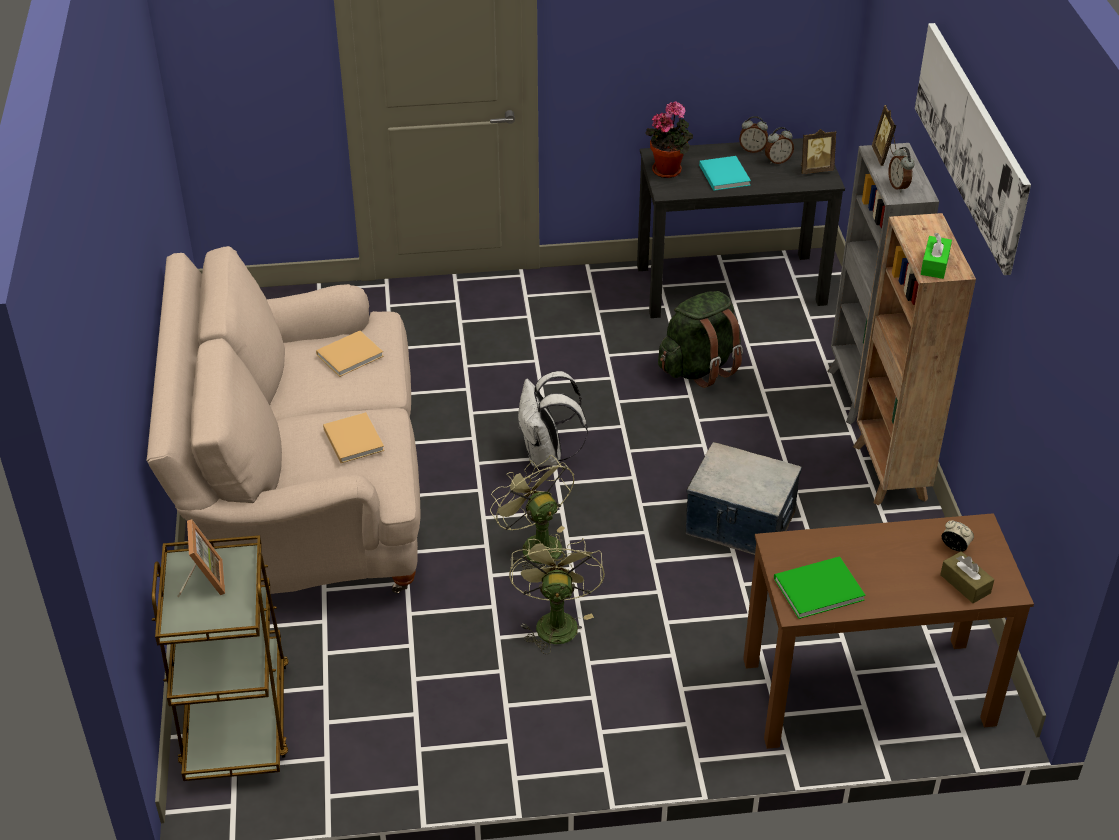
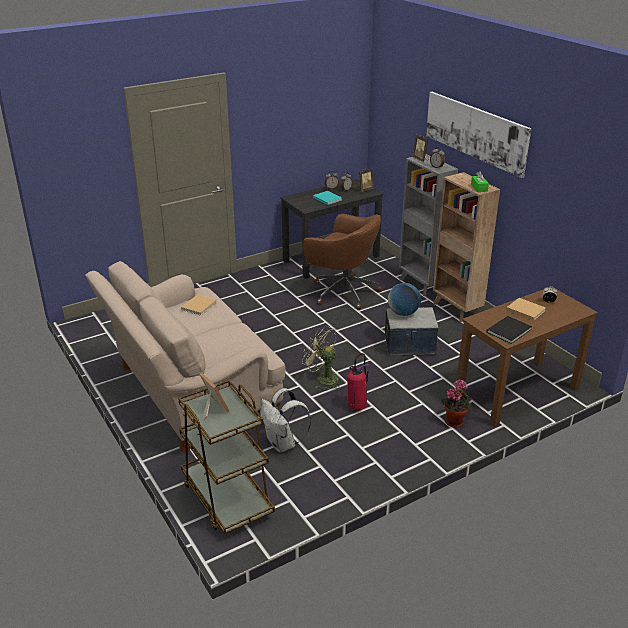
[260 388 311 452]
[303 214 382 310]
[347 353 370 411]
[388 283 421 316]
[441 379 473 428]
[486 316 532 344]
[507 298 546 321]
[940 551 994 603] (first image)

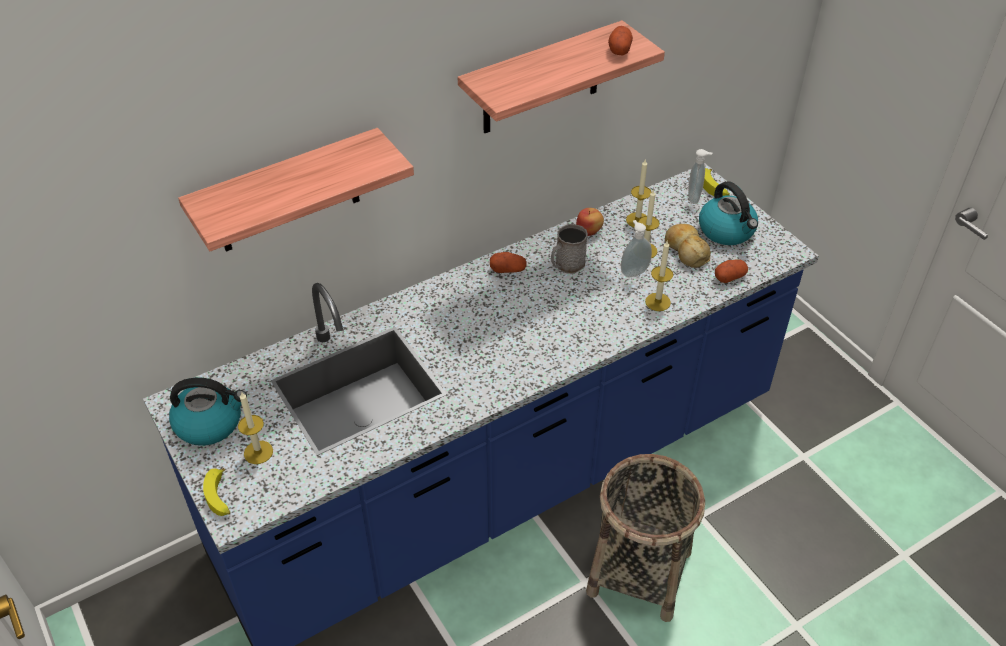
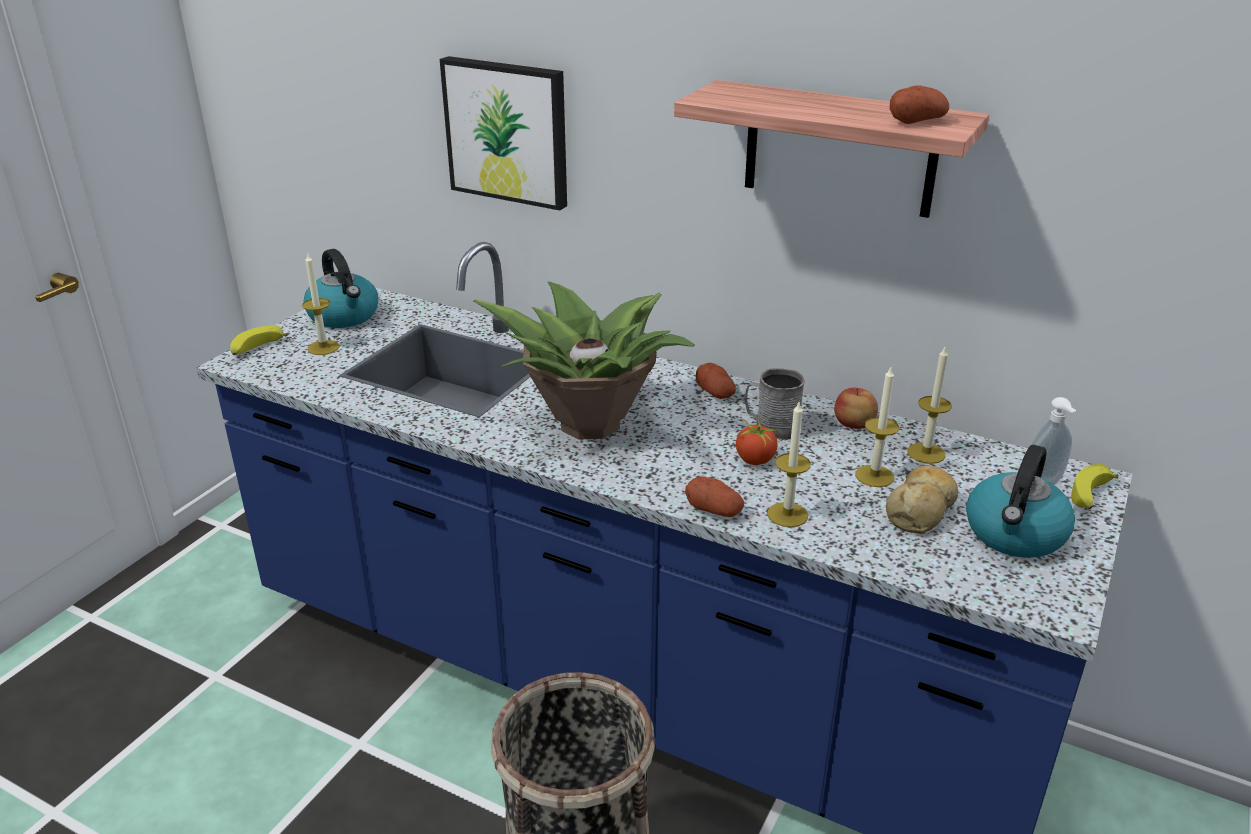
[440 56 567 210]
[473 282 695 440]
[685 476 744 517]
[736 415 778 465]
[621 220 652 277] (first image)

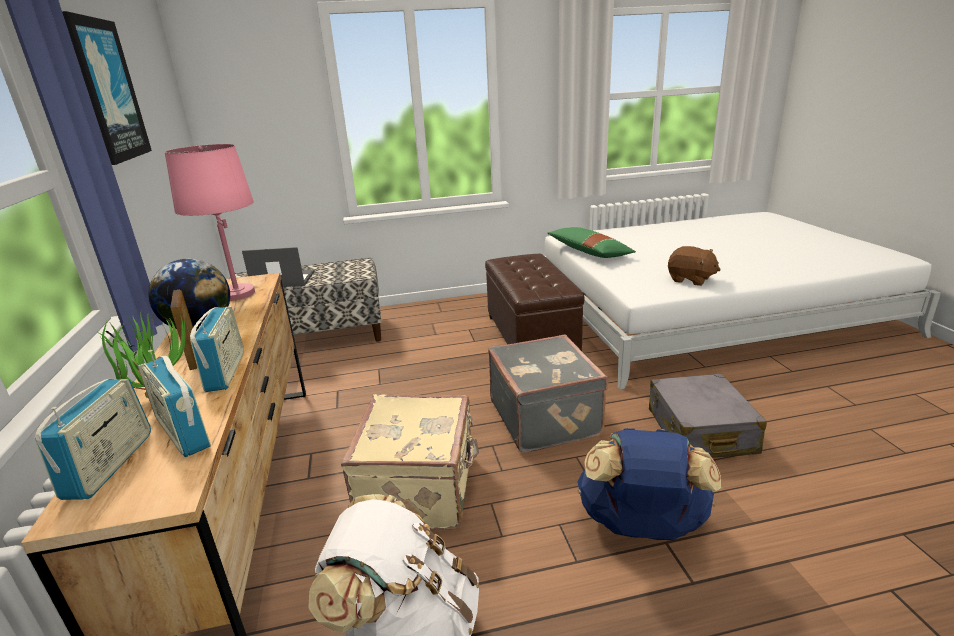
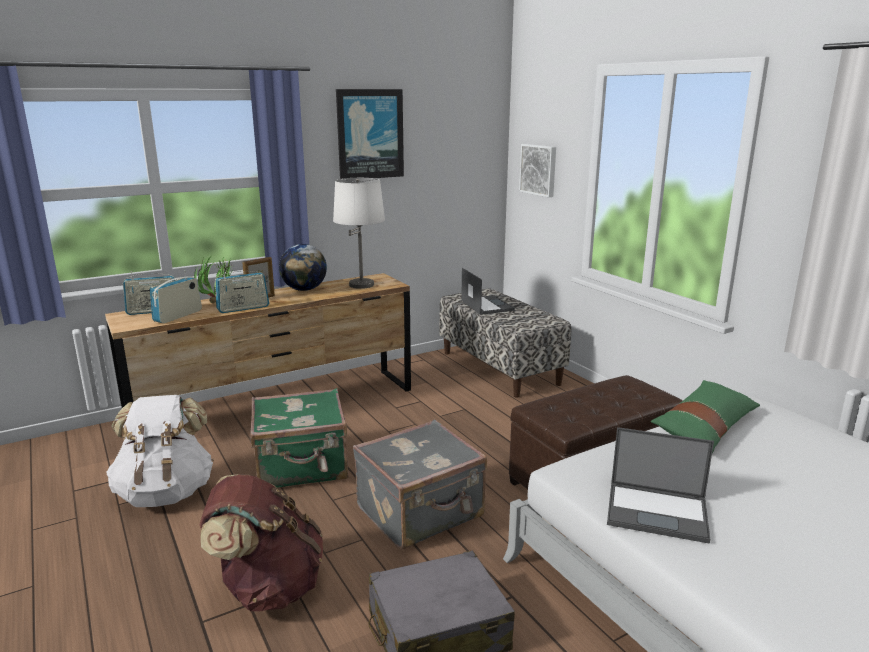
[199 474 323 611]
[250 388 348 487]
[333 178 385 289]
[519 144 556 197]
[607 427 714 544]

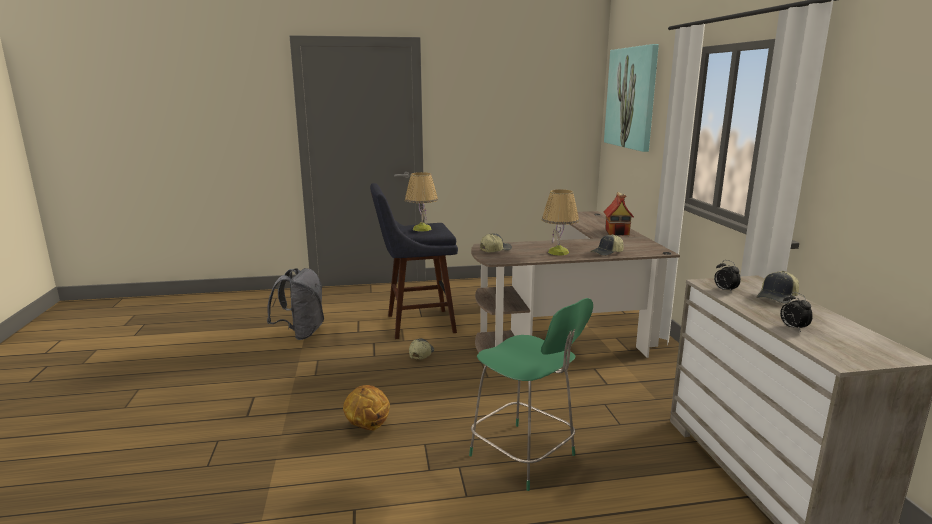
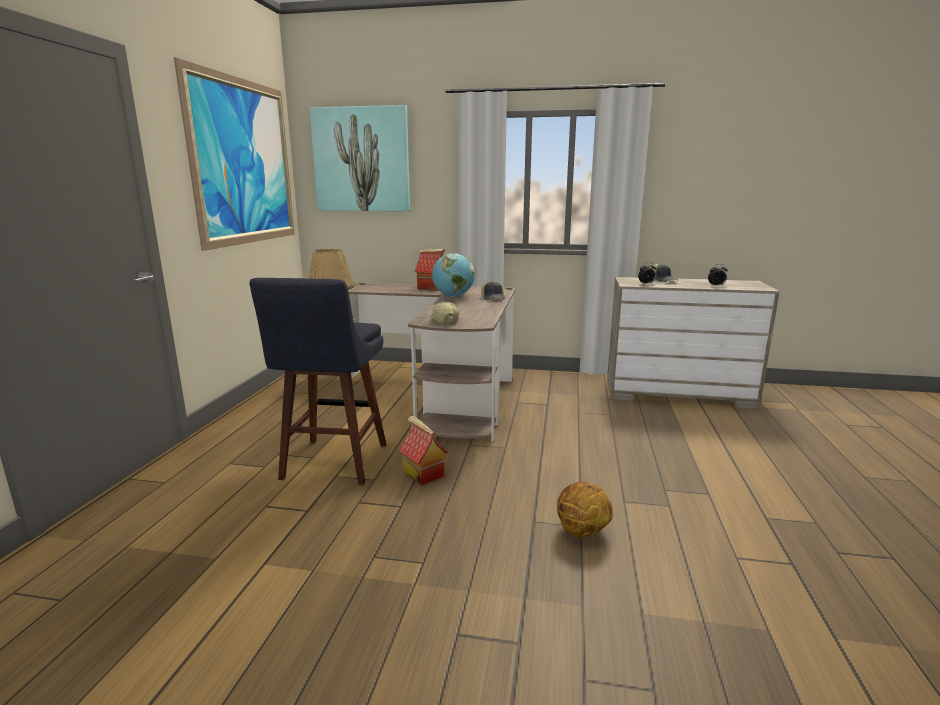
[174 57 295 251]
[399 416 448 485]
[432 253 475 297]
[267 268 324 340] (first image)
[469 298 593 491] (first image)
[542 189 579 256] (first image)

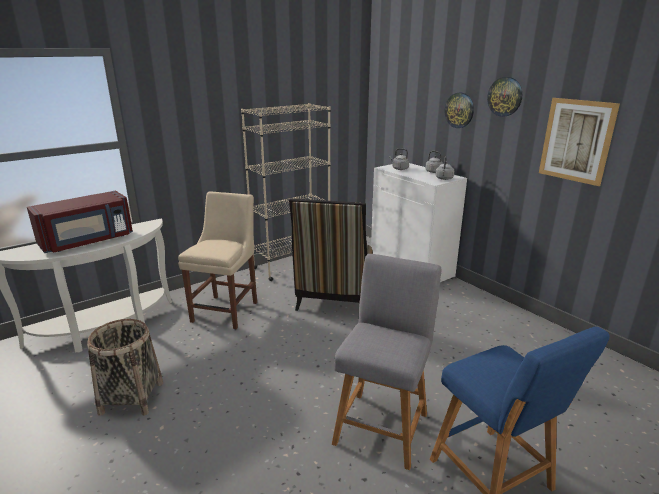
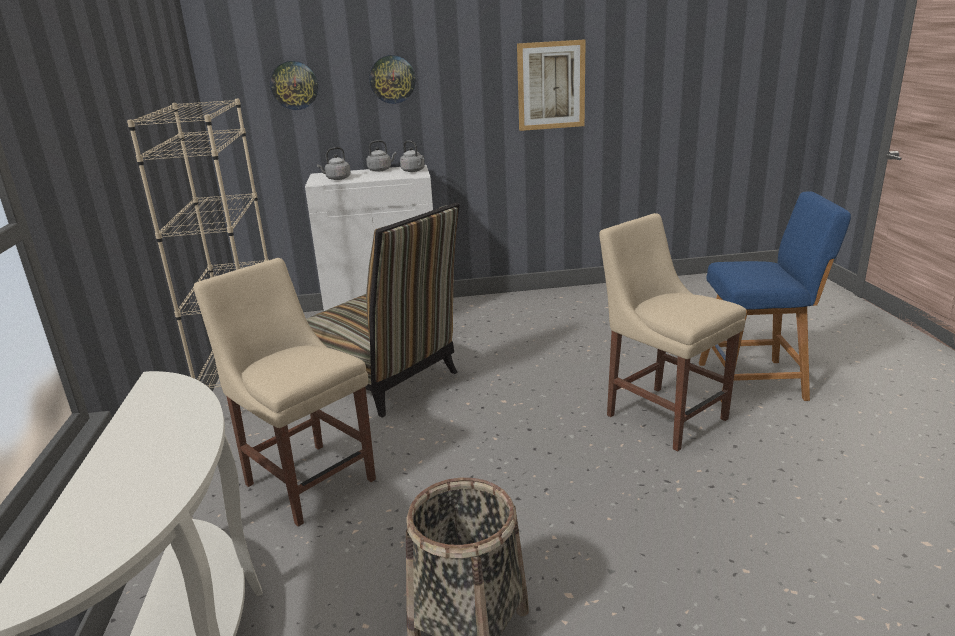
[270 61 318 110]
[599 213 746 452]
[27 190 133 253] (first image)

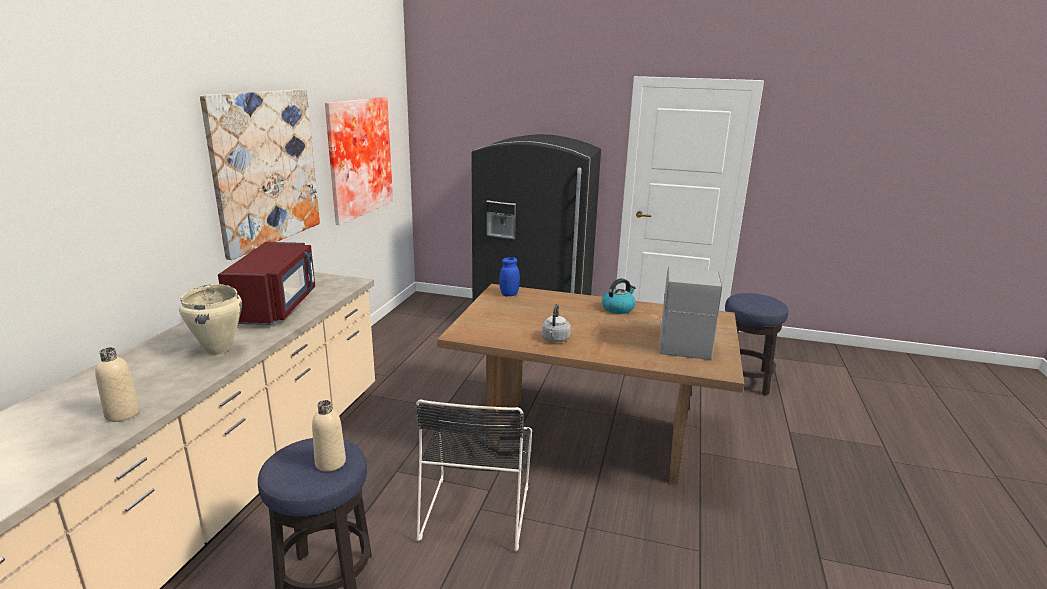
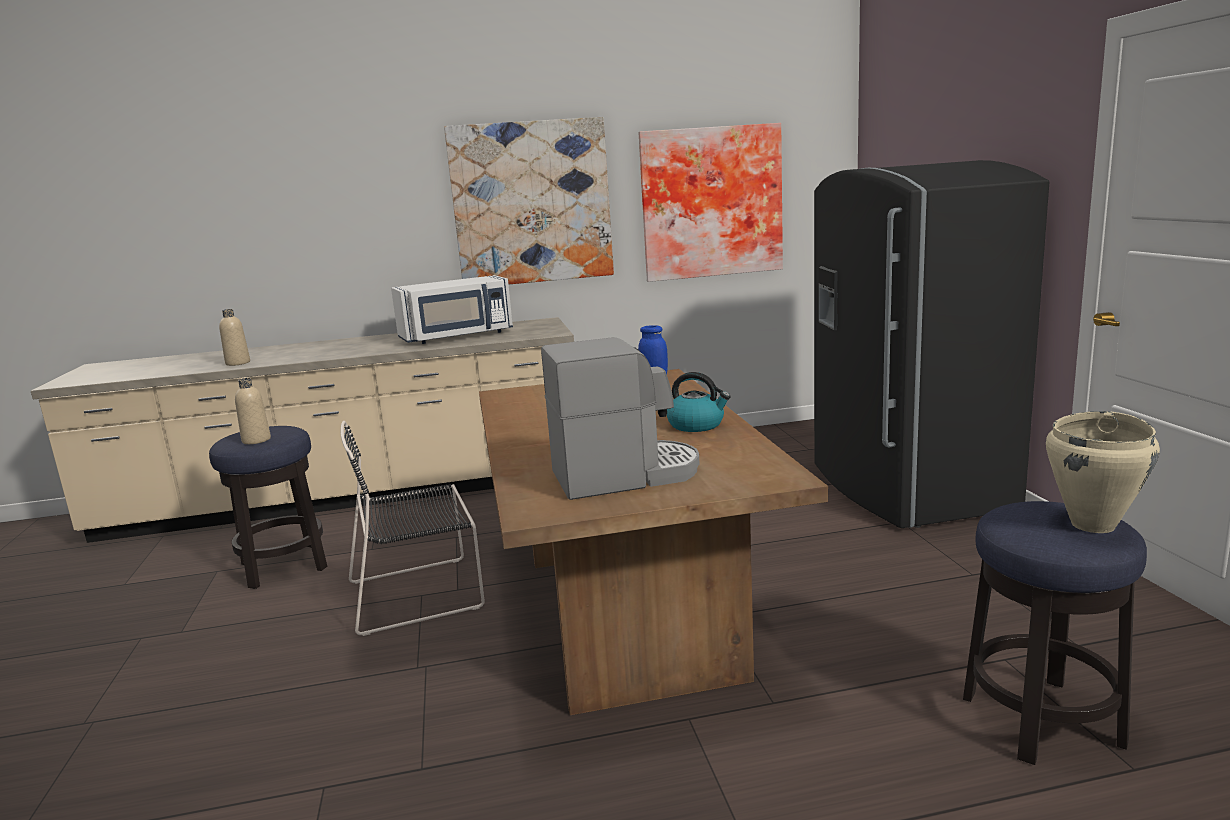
[391 275 513 344]
[1046 411 1160 533]
[542 304 571 342] (first image)

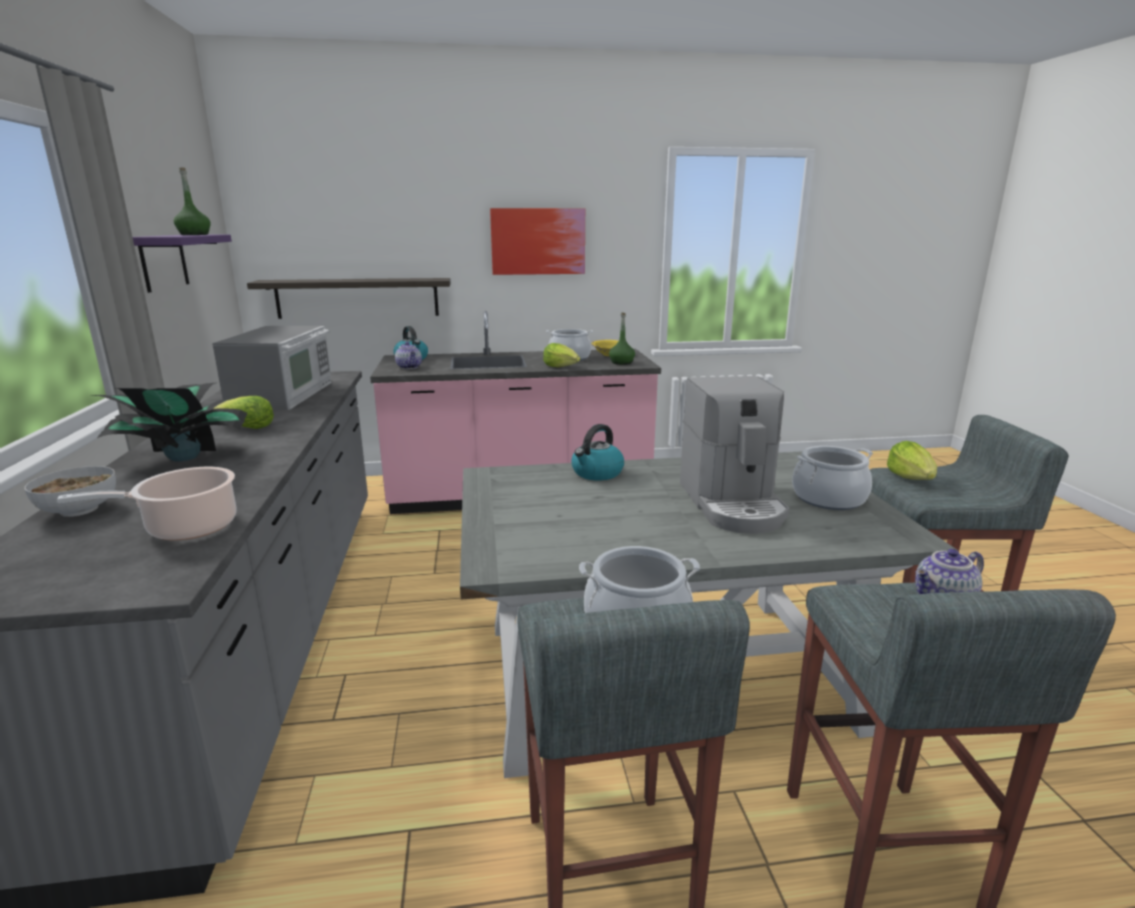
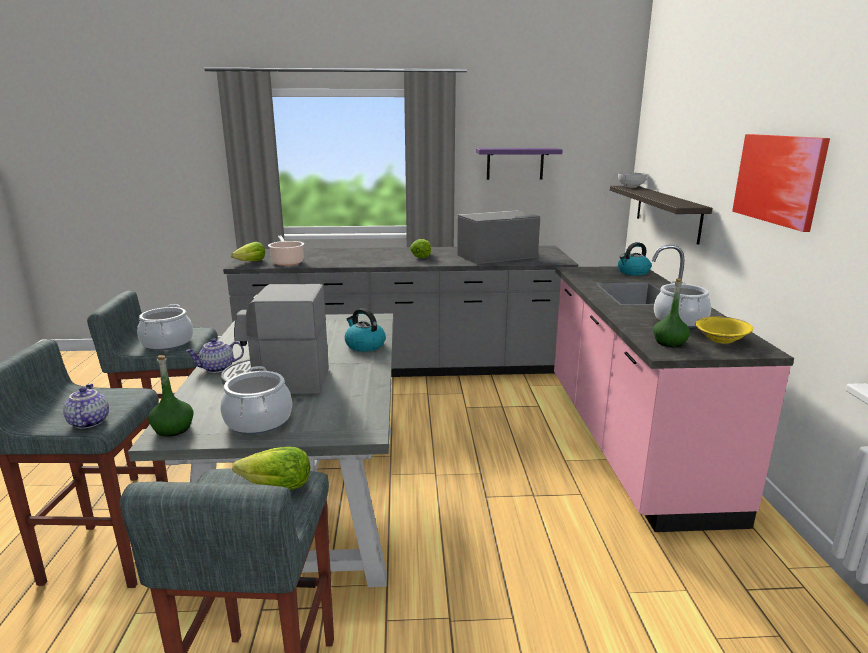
[148 355 193 437]
[186 338 244 373]
[231 242 265 261]
[456 210 540 264]
[618 172 647 188]
[91 382 247 462] (first image)

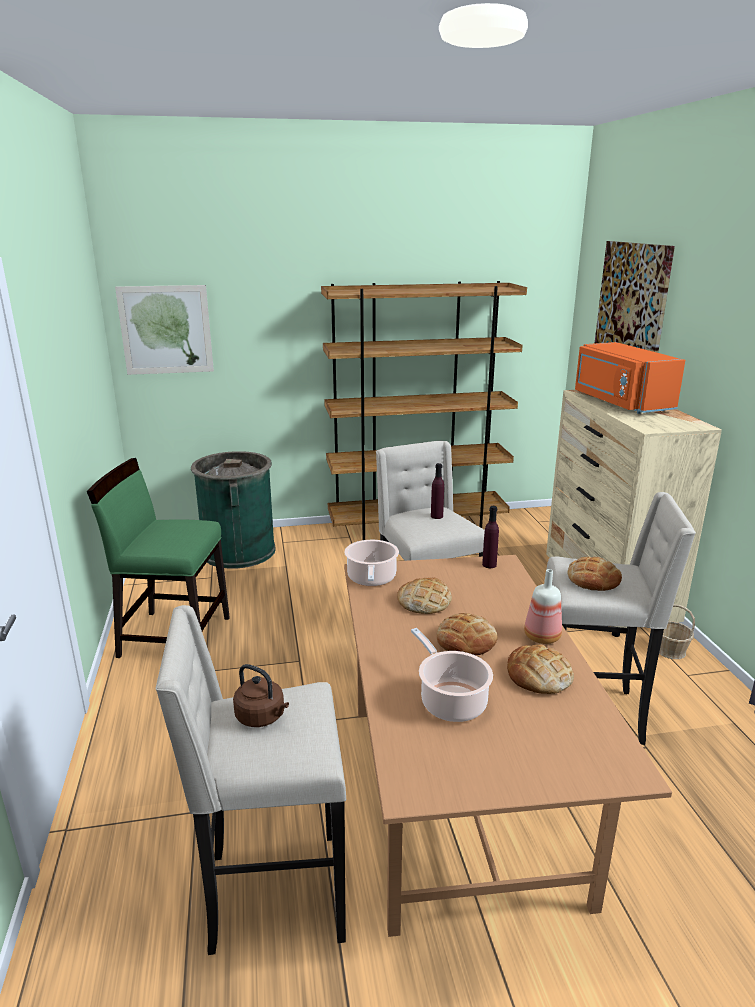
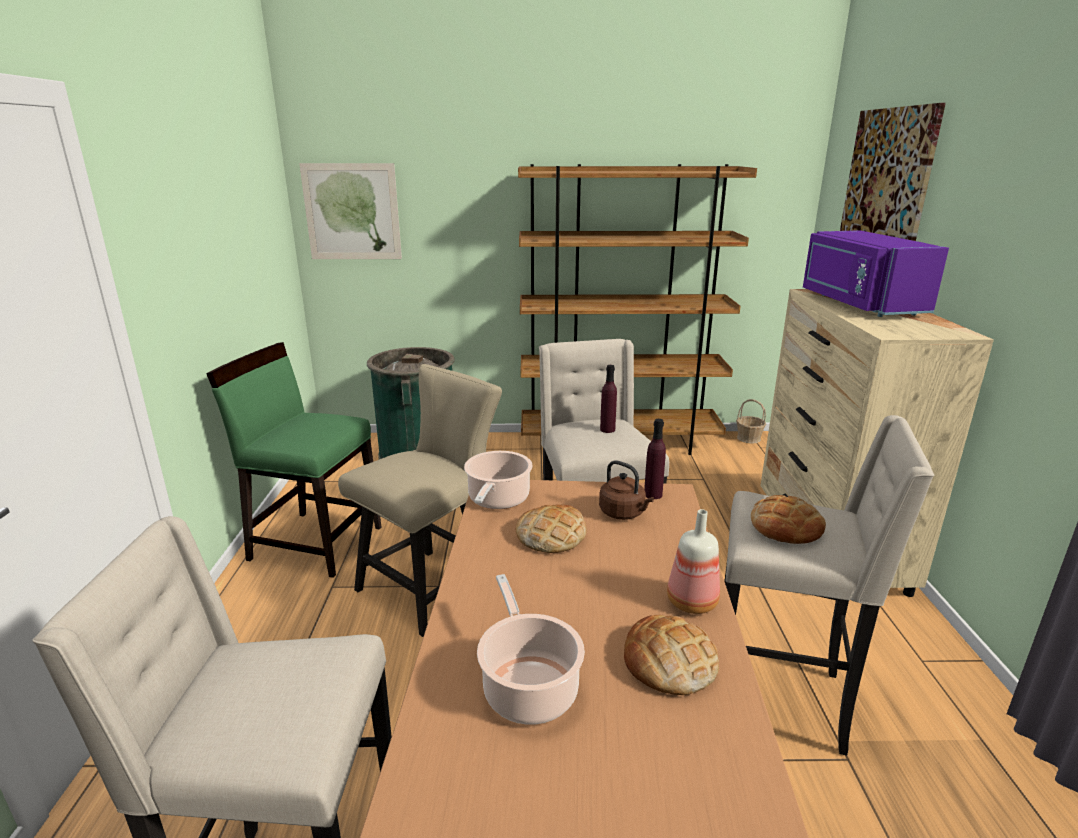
[338 364 502 637]
[599 461 654 520]
[736 399 766 444]
[803 230 949 317]
[437 613 498 655] (first image)

